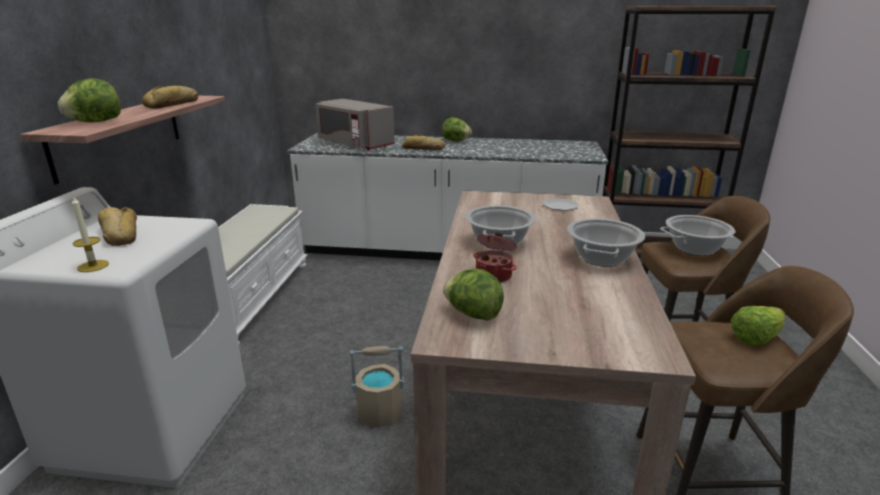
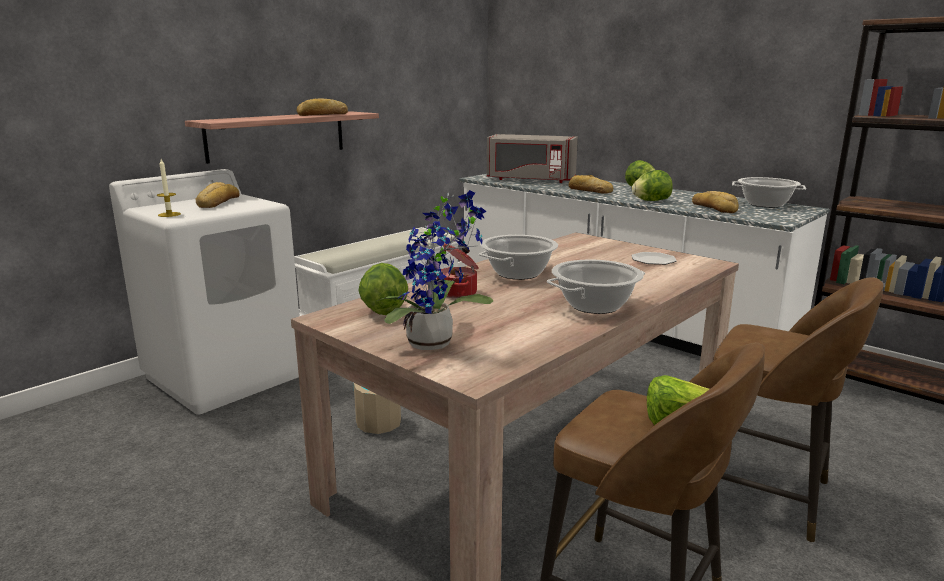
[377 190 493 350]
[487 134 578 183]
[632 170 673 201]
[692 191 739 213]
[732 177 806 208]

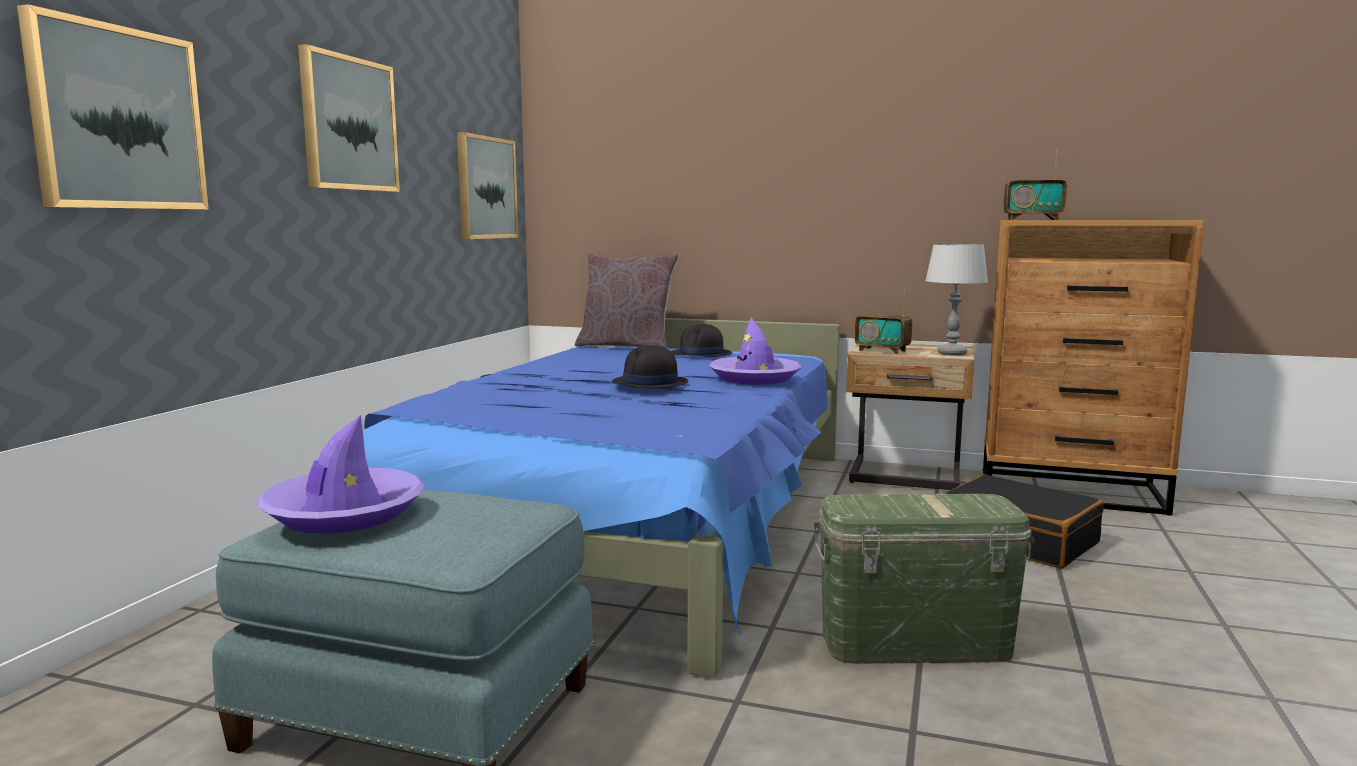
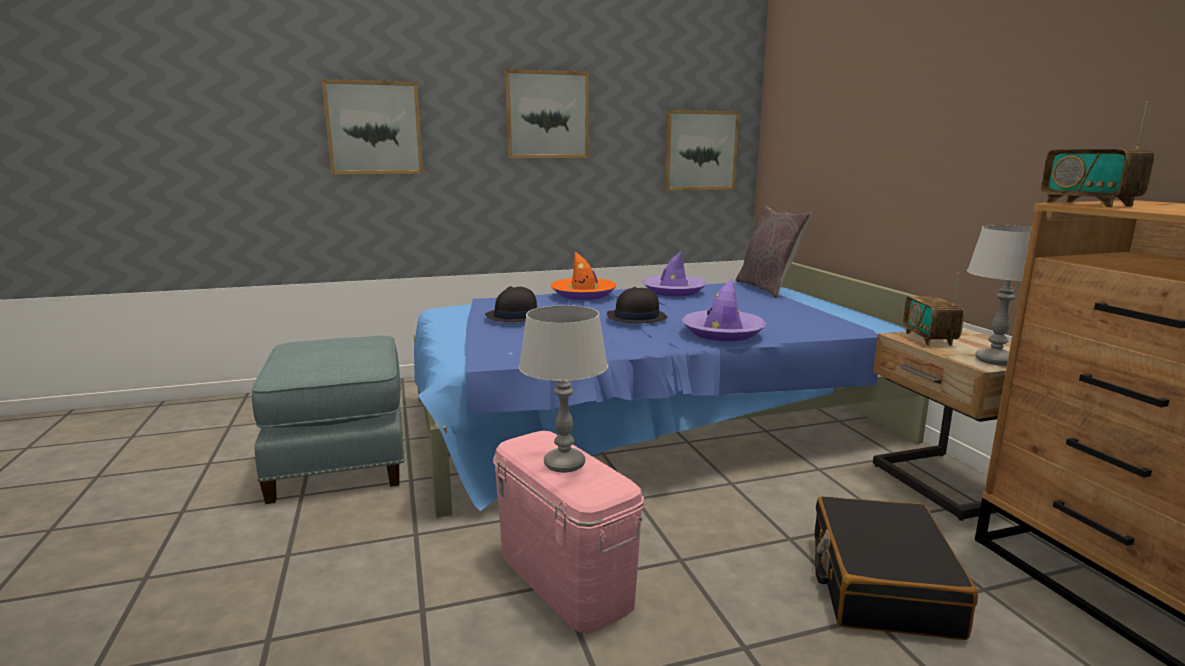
[485 286 537 322]
[493 431 644 633]
[519 305 608 473]
[551 251 616 300]
[642 252 706 296]

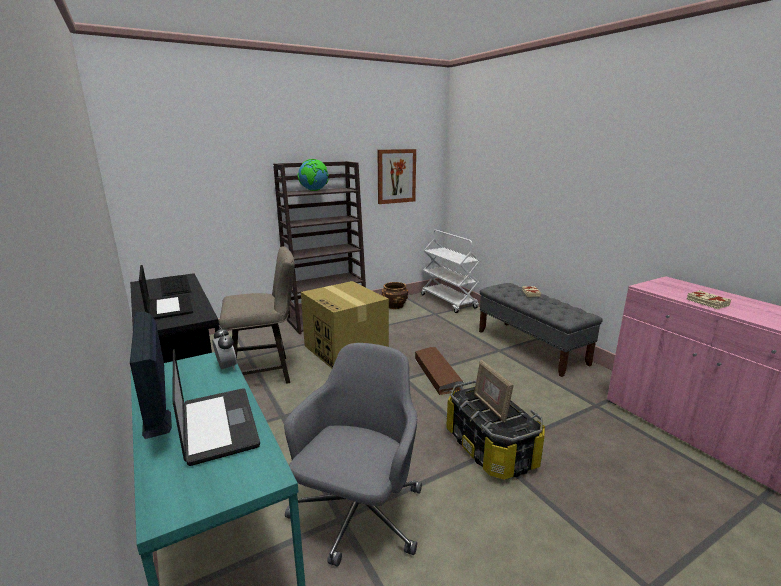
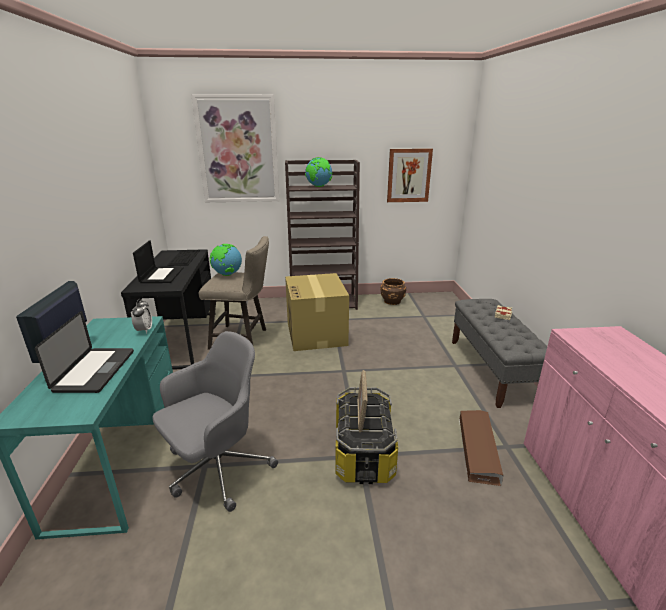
[191 94 279 202]
[210 244 242 276]
[459 410 503 486]
[421 230 481 313] (first image)
[686 290 731 309] (first image)

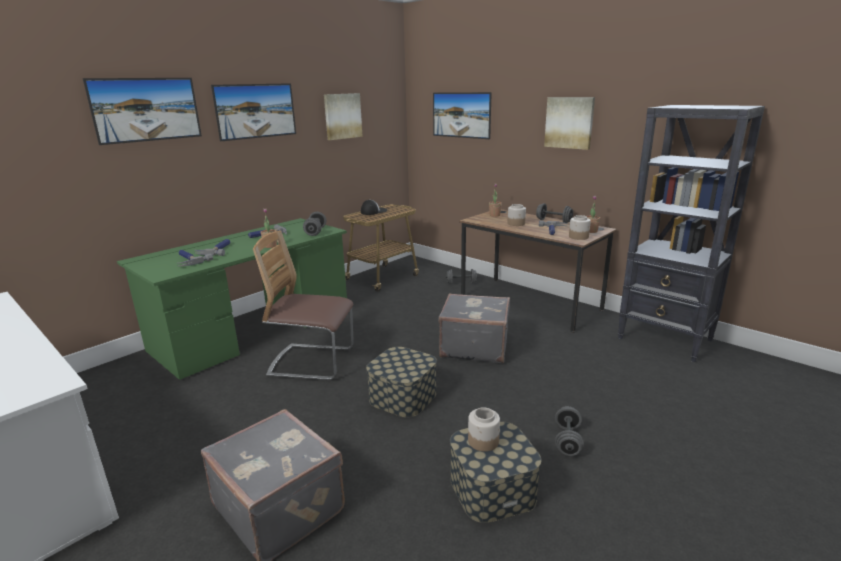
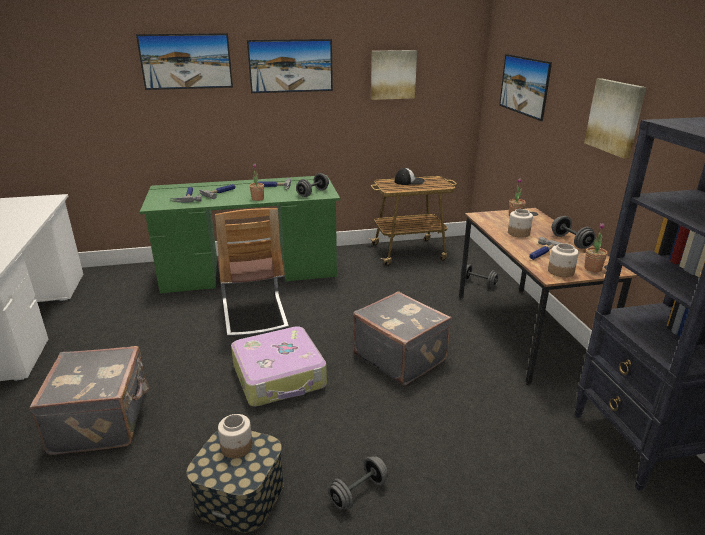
[215 208 289 337]
[231 326 327 407]

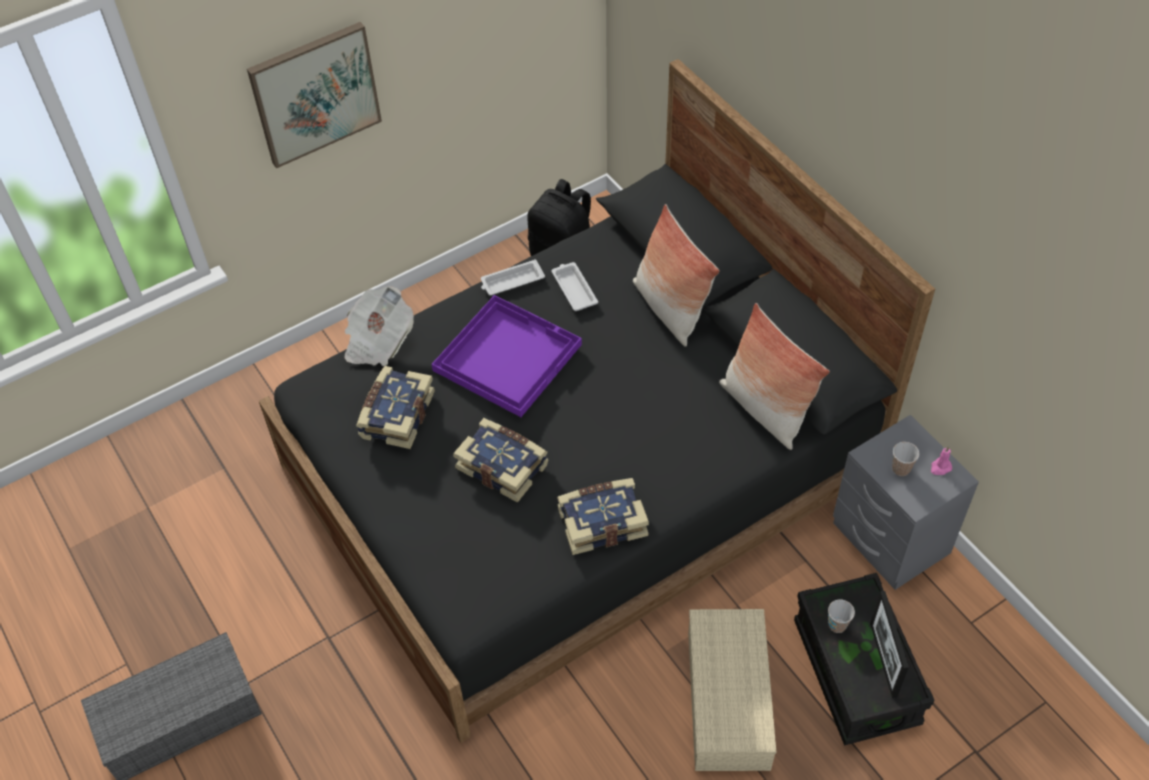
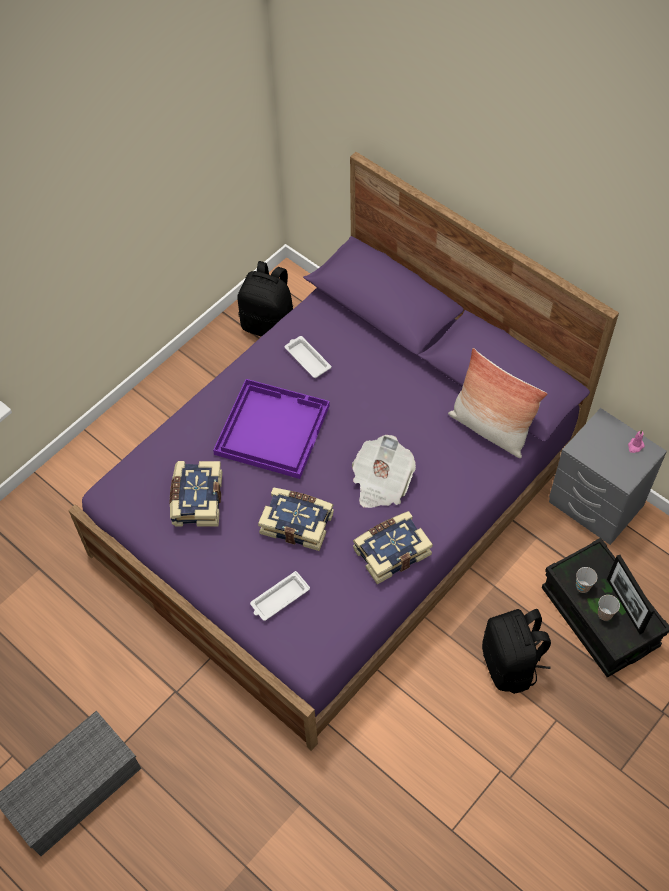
[68 152 619 751]
[250 571 310 621]
[352 435 416 508]
[482 609 551 694]
[598 595 620 621]
[247 22 382 168] (first image)
[633 204 720 346] (first image)

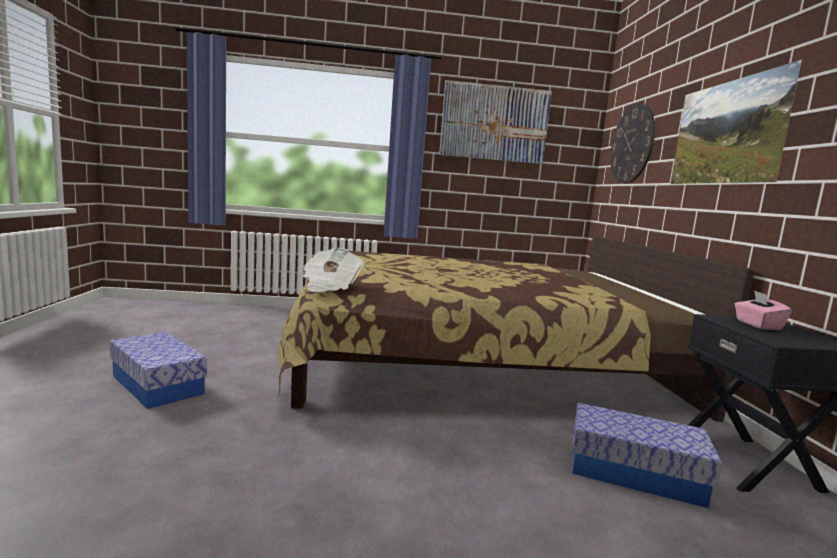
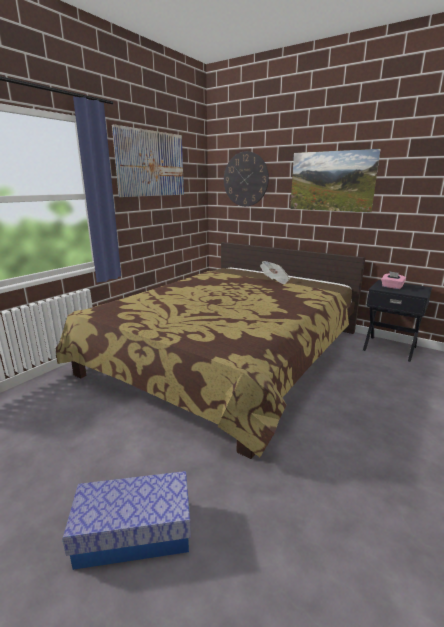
[260 261 290 284]
[572 403 722 508] (first image)

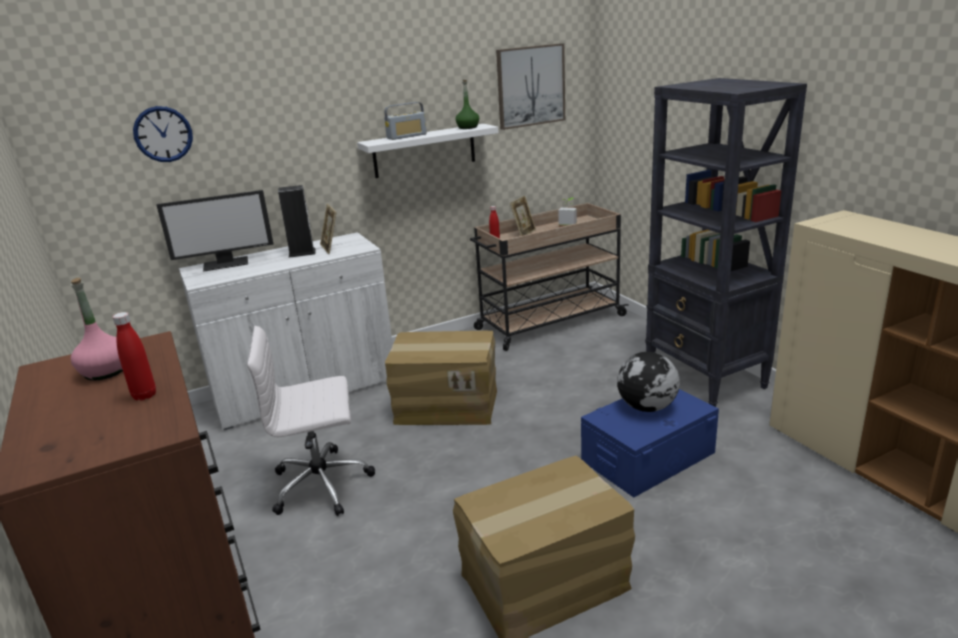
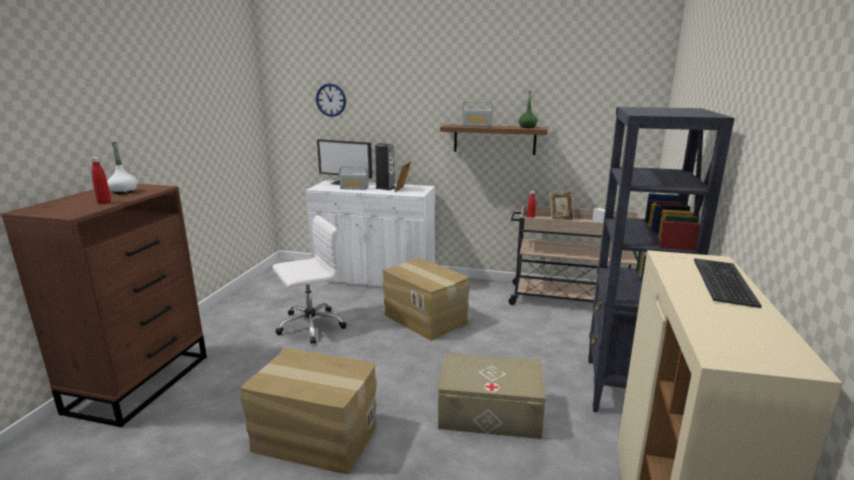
[107 141 137 194]
[272 215 347 344]
[339 166 369 190]
[438 353 546 439]
[440 124 548 155]
[694 258 762 308]
[496 43 565 130] (first image)
[617 352 680 412] (first image)

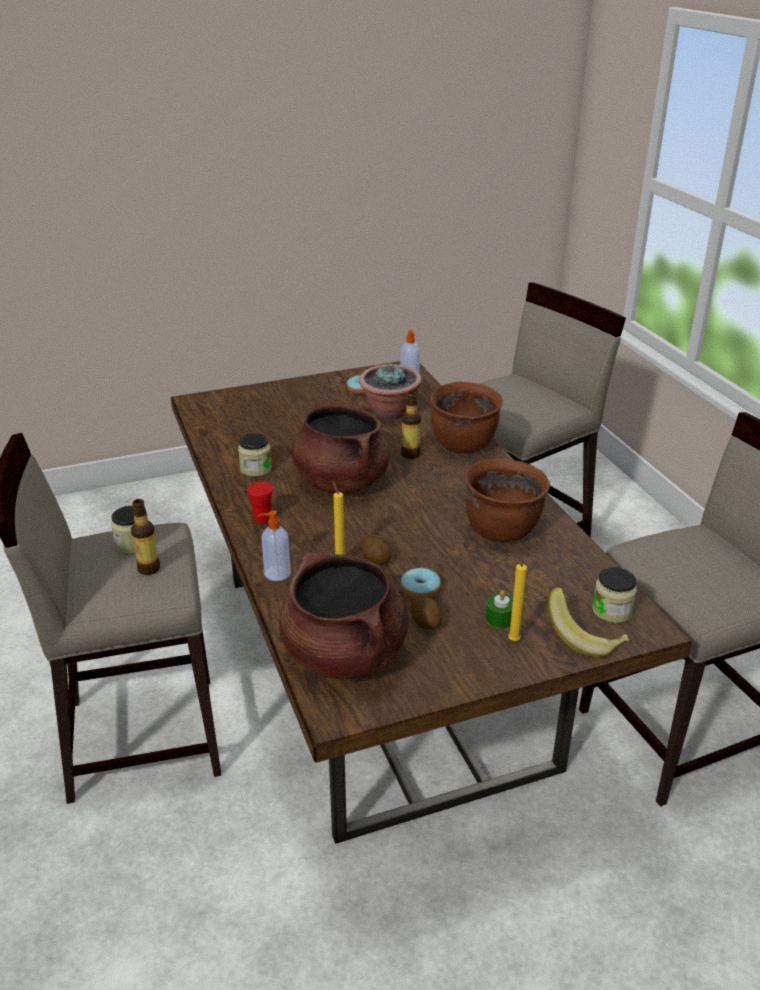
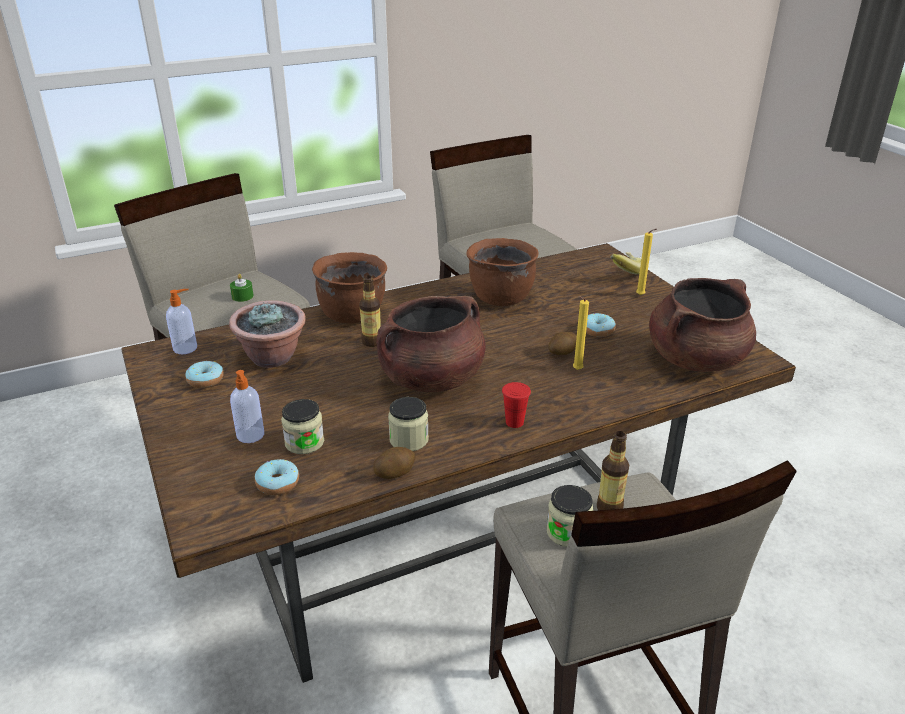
[230 274 254 302]
[230 370 264 443]
[255 459 299 495]
[281 399 324 454]
[373 447 415 479]

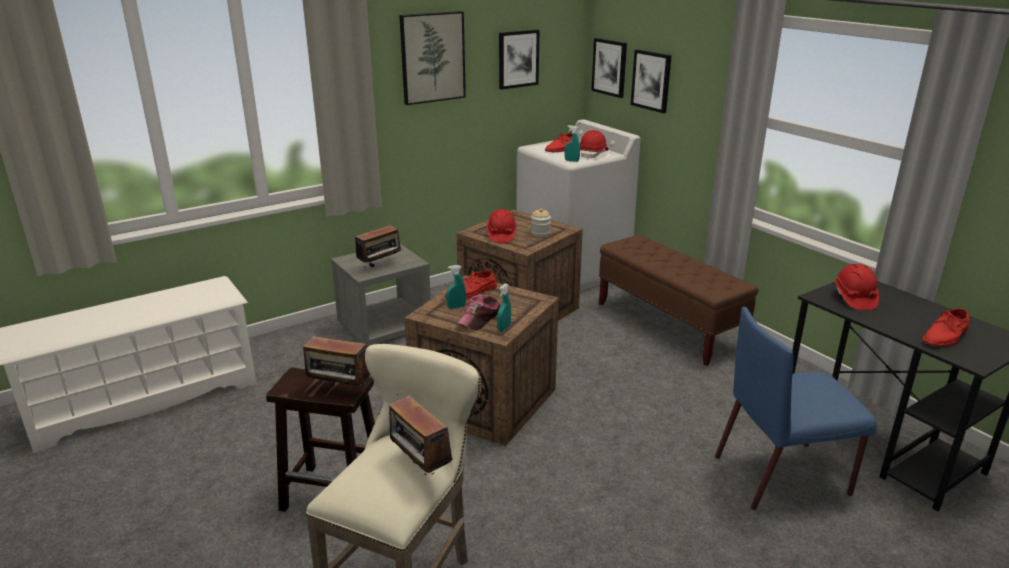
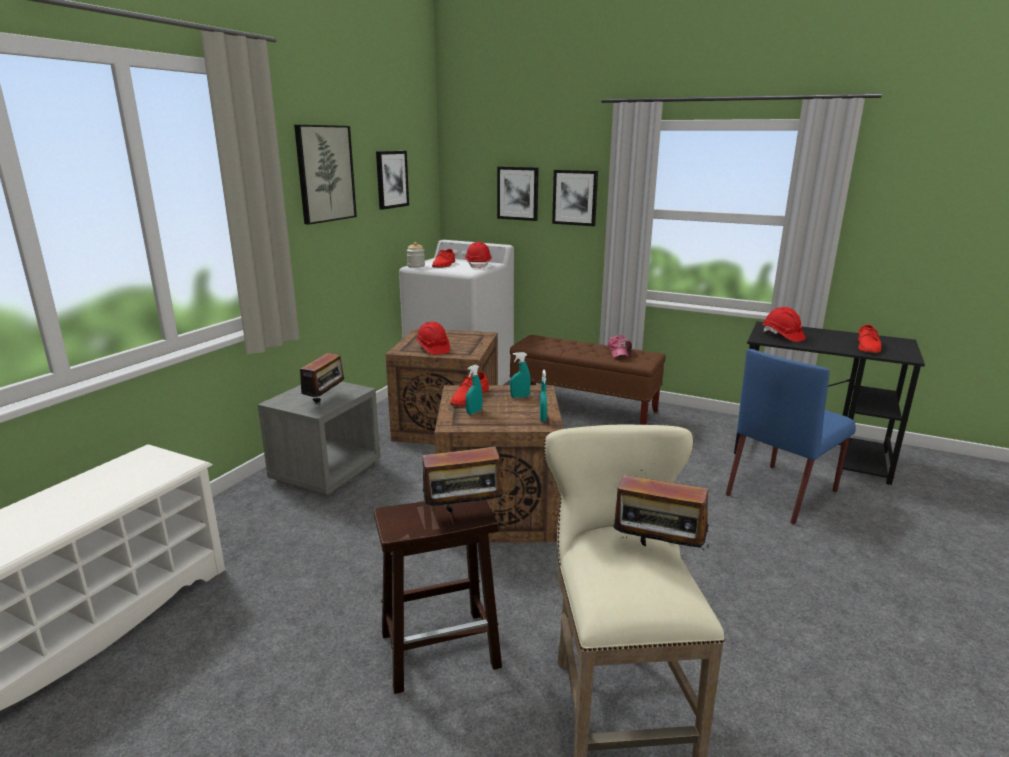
[407 242 425 268]
[510 352 531 398]
[552 170 598 226]
[608 335 632 358]

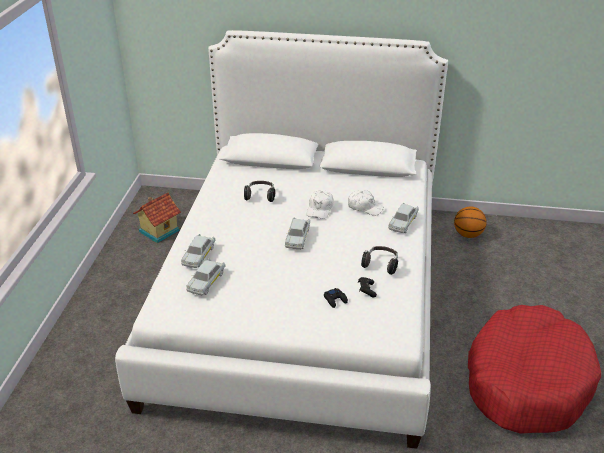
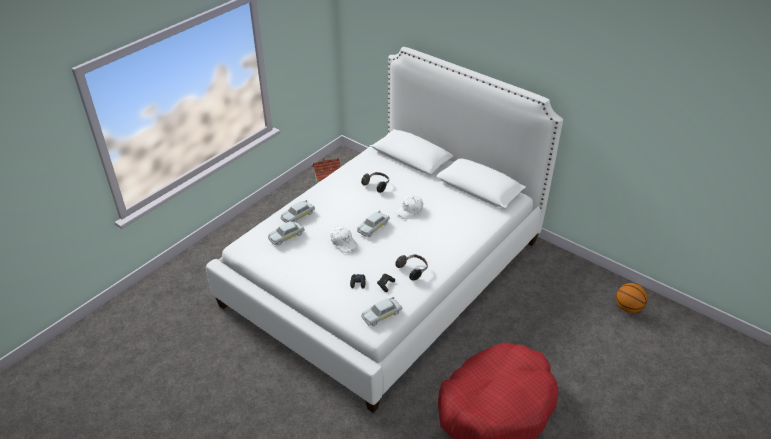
[330 226 358 253]
[361 297 402 326]
[616 283 648 313]

